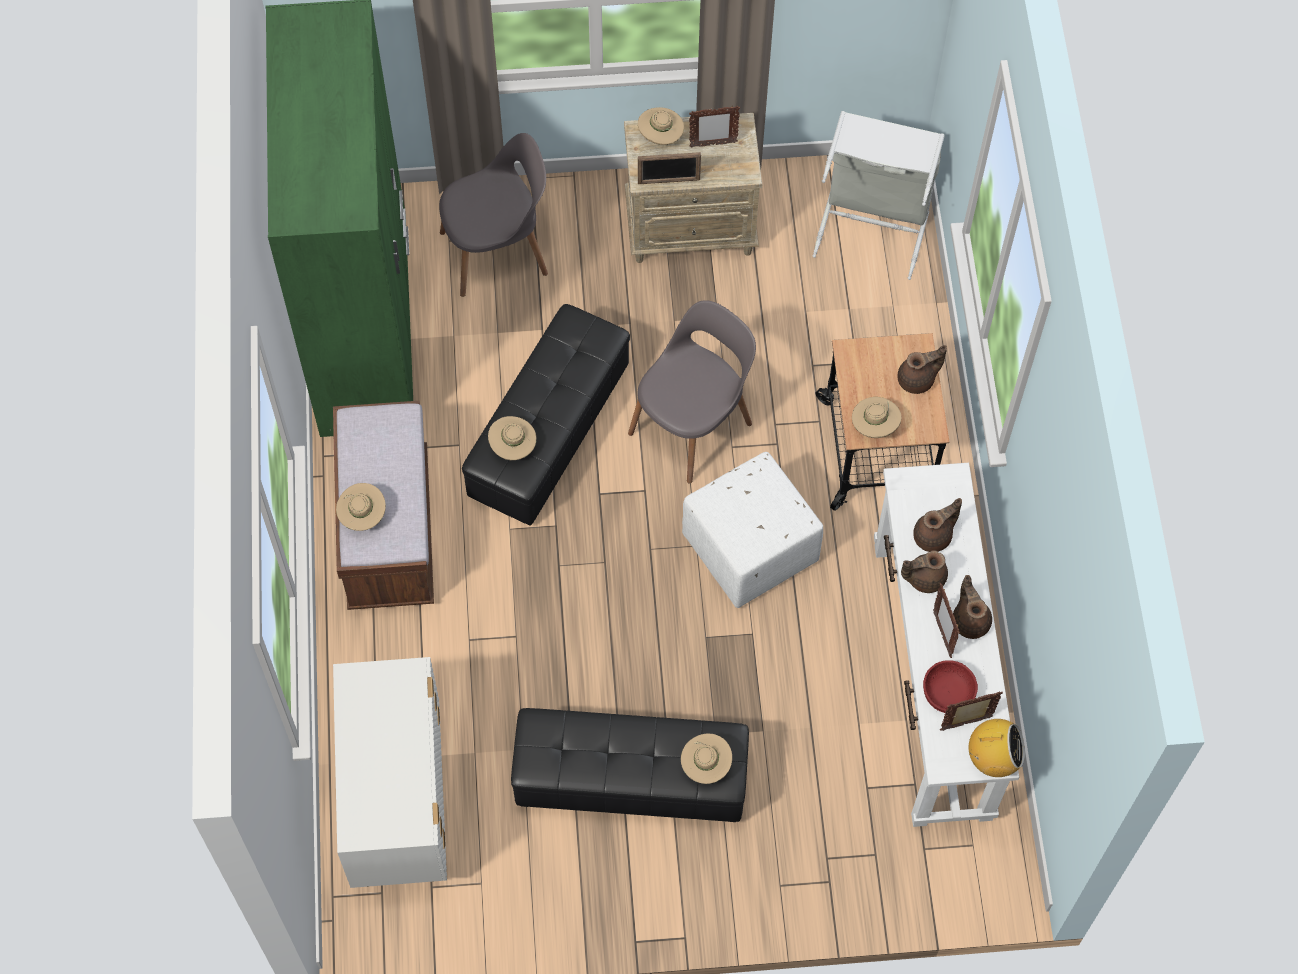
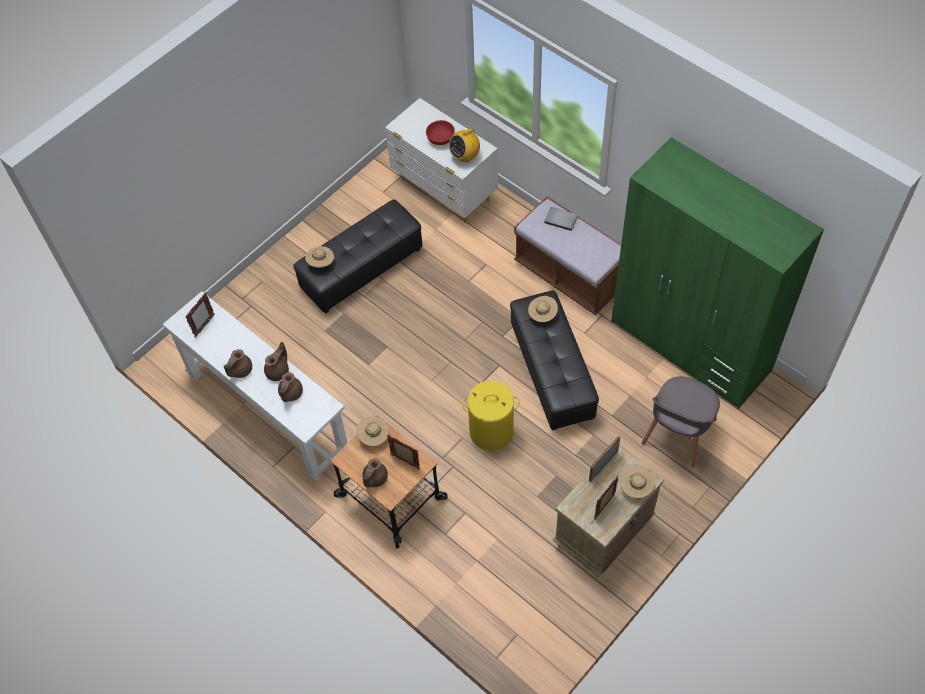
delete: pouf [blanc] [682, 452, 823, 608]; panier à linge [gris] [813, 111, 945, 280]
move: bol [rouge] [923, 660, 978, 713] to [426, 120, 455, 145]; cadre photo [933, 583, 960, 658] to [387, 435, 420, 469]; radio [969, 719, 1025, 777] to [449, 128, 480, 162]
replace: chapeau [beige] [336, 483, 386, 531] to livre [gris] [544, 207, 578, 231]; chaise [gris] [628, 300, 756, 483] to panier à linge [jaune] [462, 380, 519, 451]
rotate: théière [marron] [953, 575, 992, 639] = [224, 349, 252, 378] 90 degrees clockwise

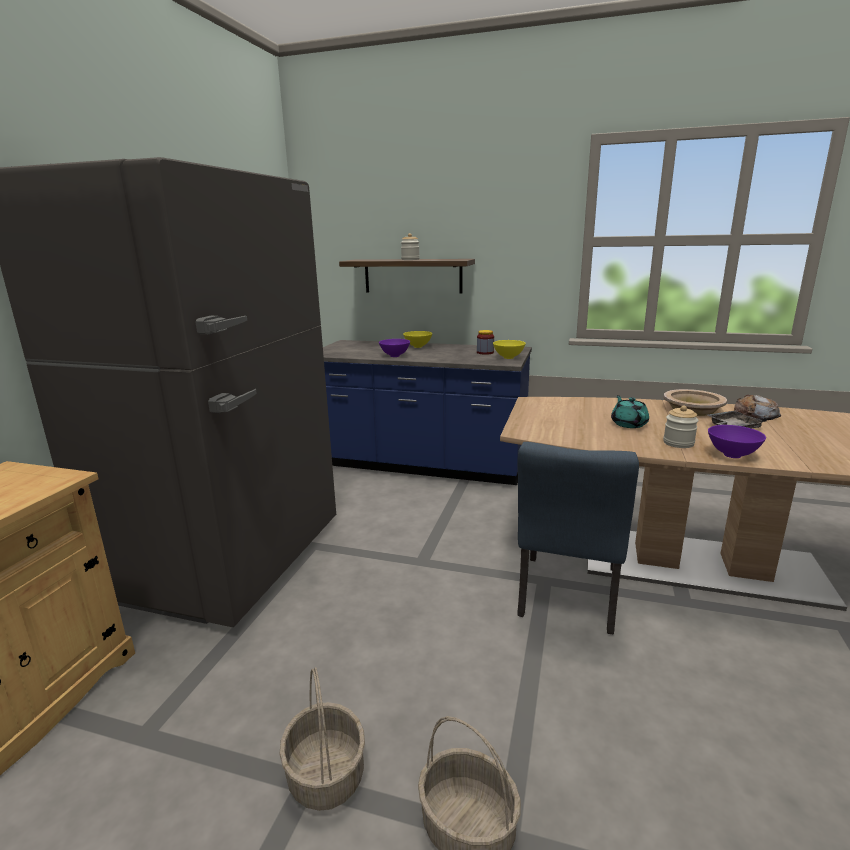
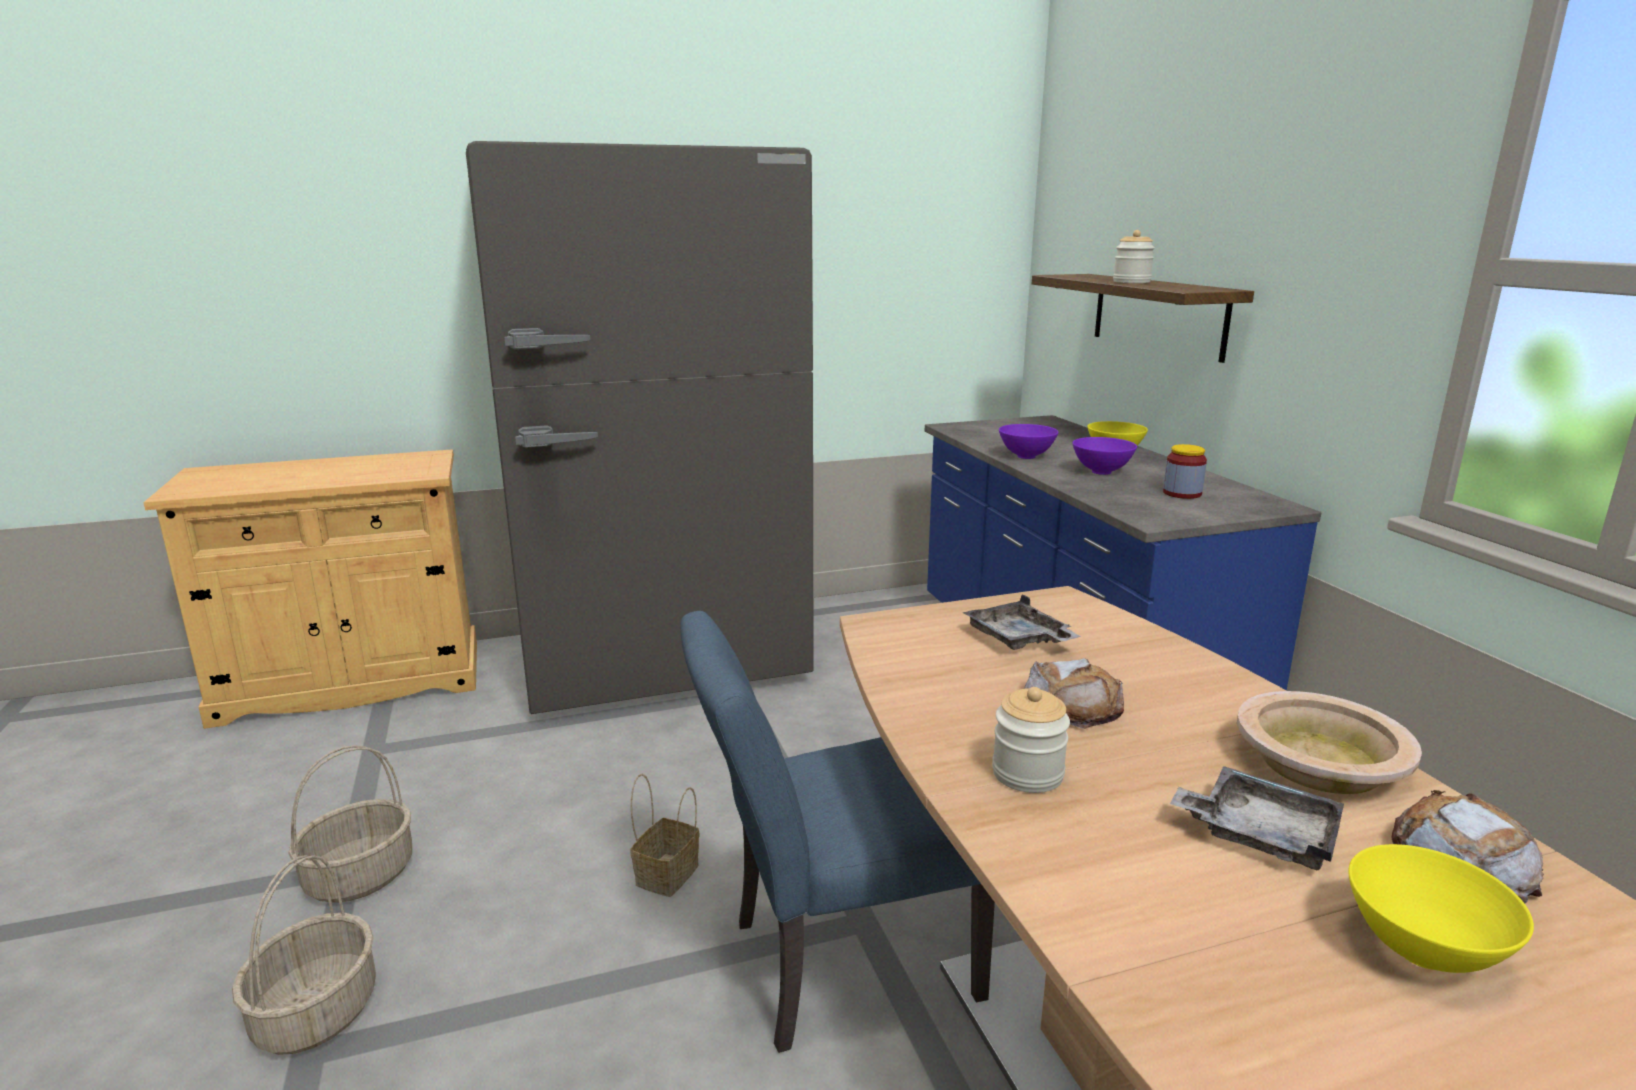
insert: panier [631, 774, 699, 897]; plateau [gris] [962, 594, 1081, 650]
move: bol [jaune] [493, 340, 526, 359] to [1348, 844, 1534, 973]; bol [violet] [708, 425, 766, 458] to [1072, 437, 1137, 475]
replace: théière [turquoise] [611, 395, 649, 428] to pain [1024, 658, 1124, 729]

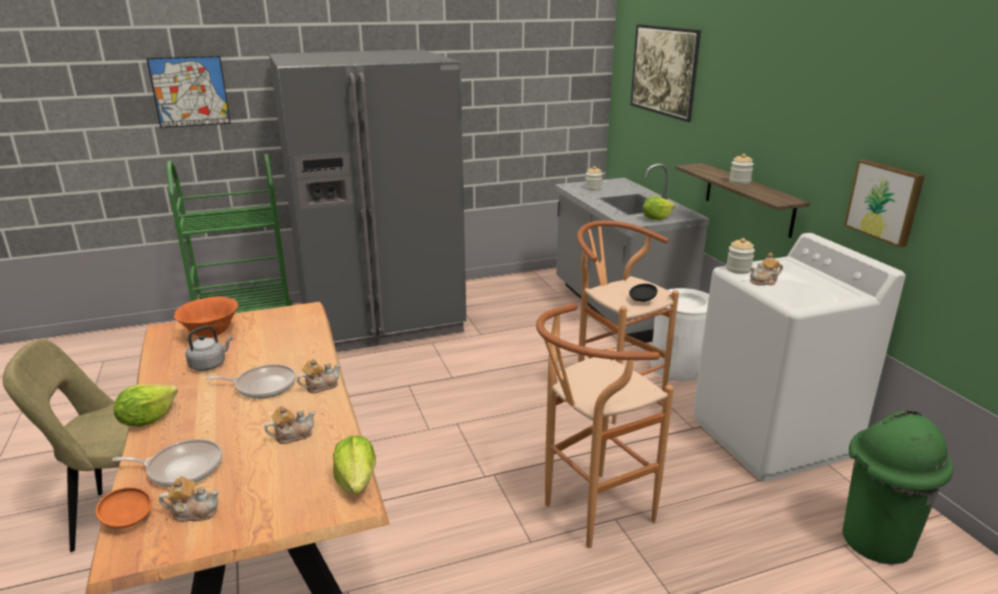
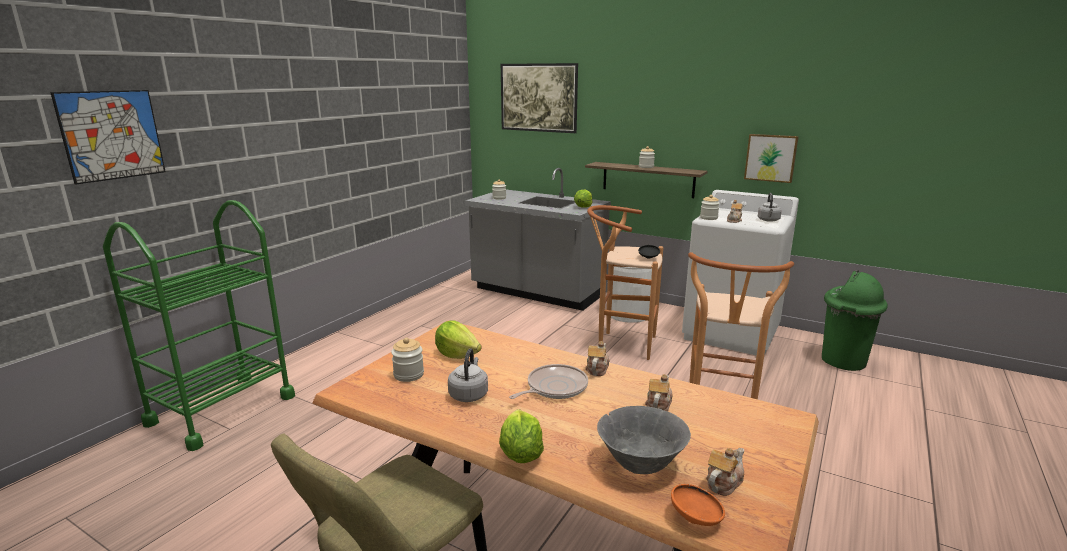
delete: réfrigérateur [gris] [269, 49, 466, 352]
insert: bouilloire [gris] [758, 193, 782, 222]
move: laitue [333, 436, 376, 494] to [435, 320, 482, 359]
replace: poêle [112, 439, 222, 487] to bol [gris] [597, 406, 691, 474]; bol [orange] [174, 297, 238, 338] to bocal [391, 338, 424, 382]

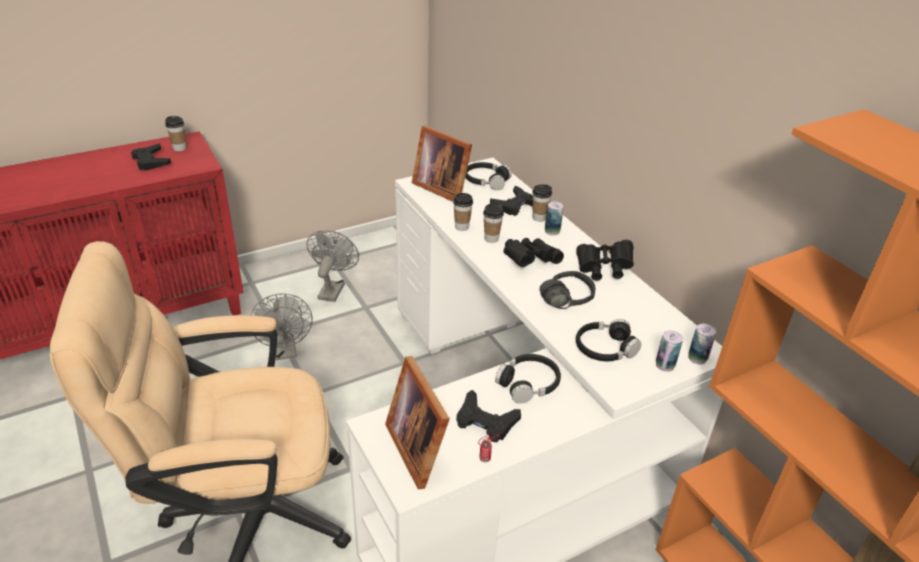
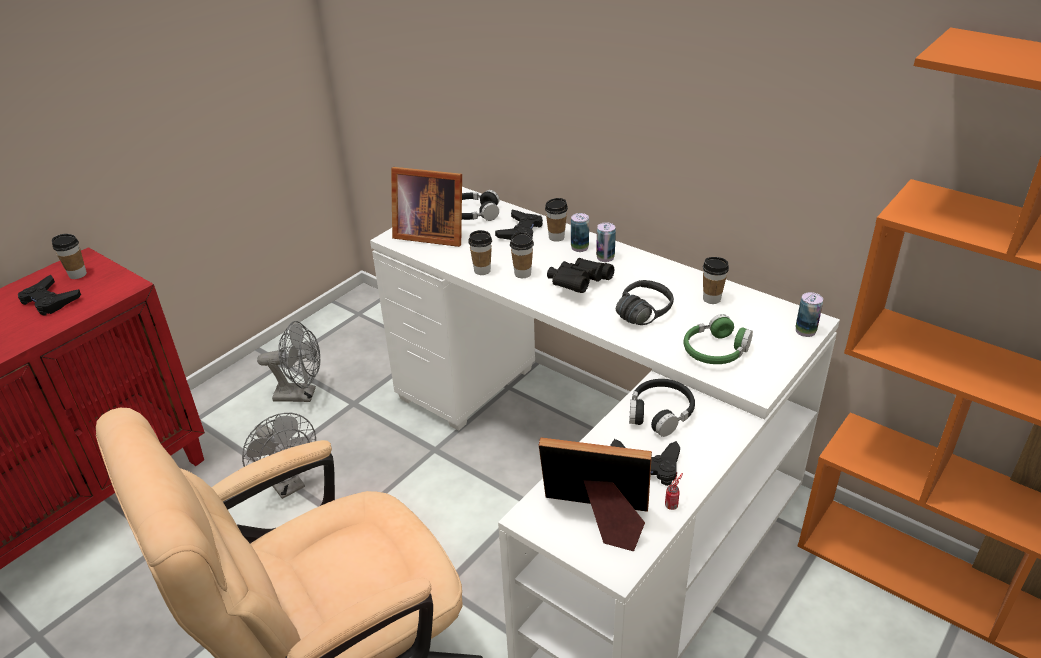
delete: jumelles [noir] [576, 240, 634, 281]
insert: tasse [703, 257, 729, 304]
move: boîte métallique [656, 330, 683, 372] to [596, 222, 616, 262]
recolor: casque audio [noir] [576, 319, 642, 361] to casque audio [vert] [684, 314, 753, 364]
rotate: ventilateur [gris] [306, 230, 359, 302] = [257, 321, 320, 402] 105 degrees clockwise; cadre photo [385, 356, 450, 490] = [539, 437, 652, 551] 150 degrees clockwise

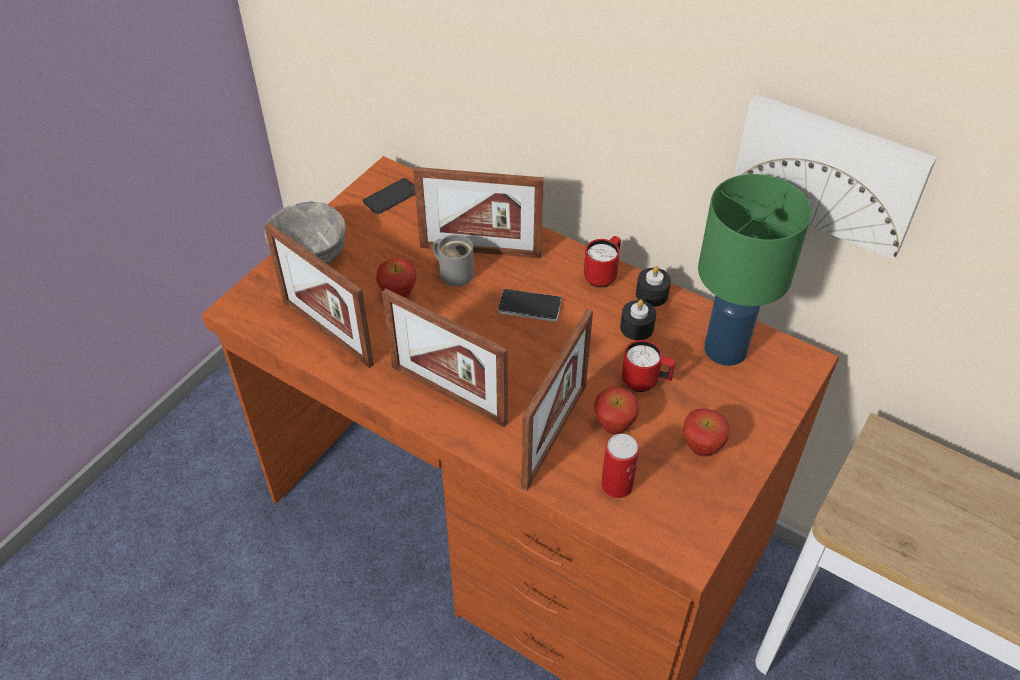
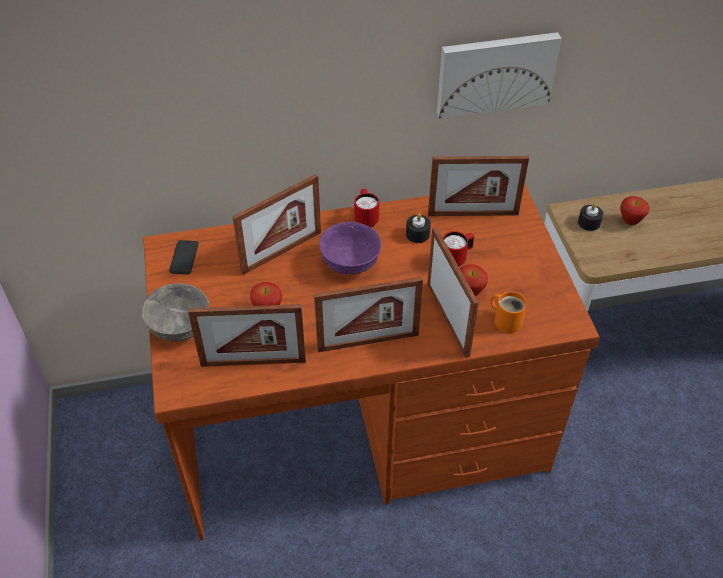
delete: mug [gris] [433, 234, 474, 286]
move: bougie [noir] [636, 266, 671, 307] to [578, 203, 603, 231]; pomme [683, 409, 730, 457] to [620, 196, 650, 225]
replace: téléphone [498, 289, 562, 322] to bol [violet] [319, 222, 381, 274]; boîte métallique [601, 434, 639, 498] to mug [orange] [491, 291, 527, 333]; lampe de table [vert] [698, 174, 812, 366] to cadre photo [428, 156, 529, 216]

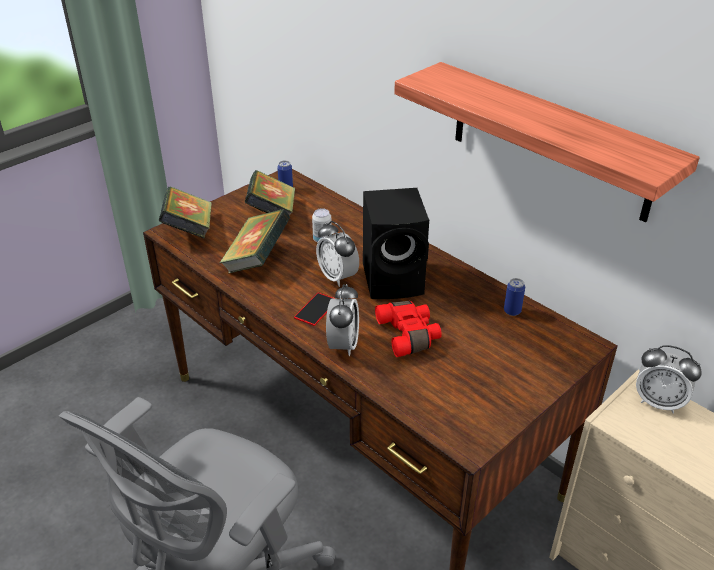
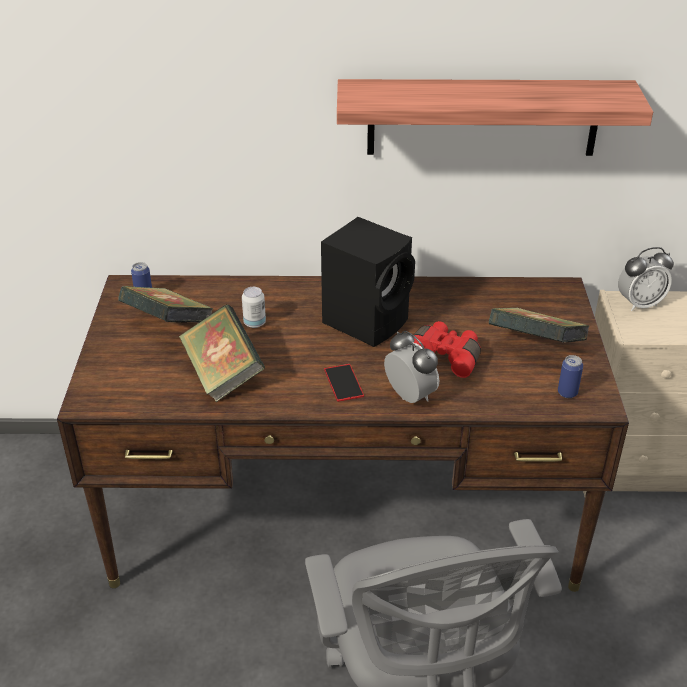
delete: réveil [316, 221, 359, 287]
move: livre [159, 187, 212, 239] to [489, 307, 590, 343]; boîte métallique [504, 278, 525, 316] to [558, 355, 583, 398]

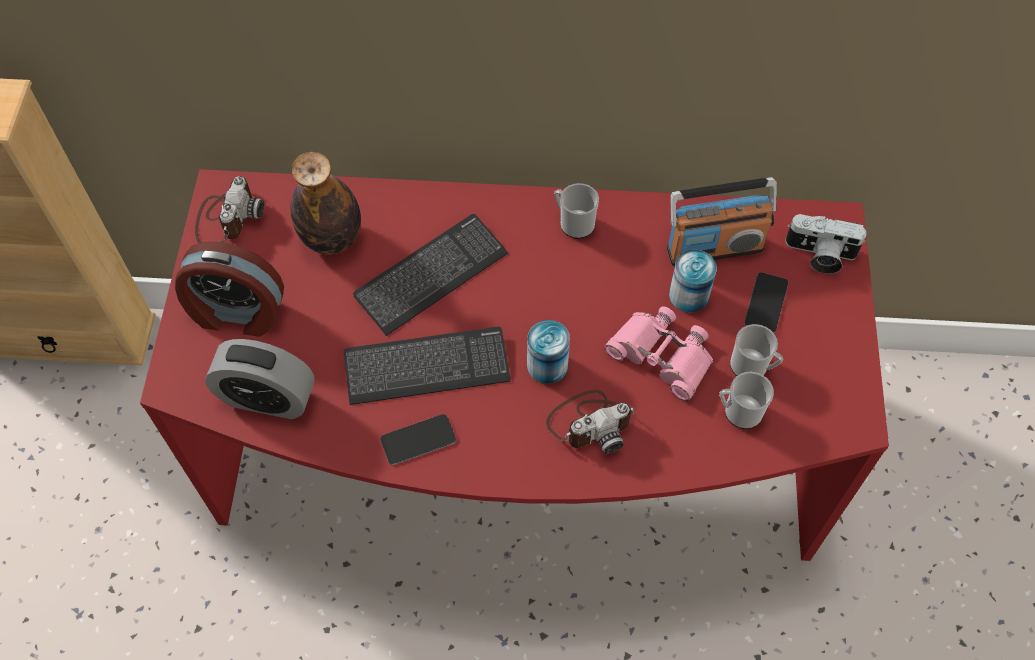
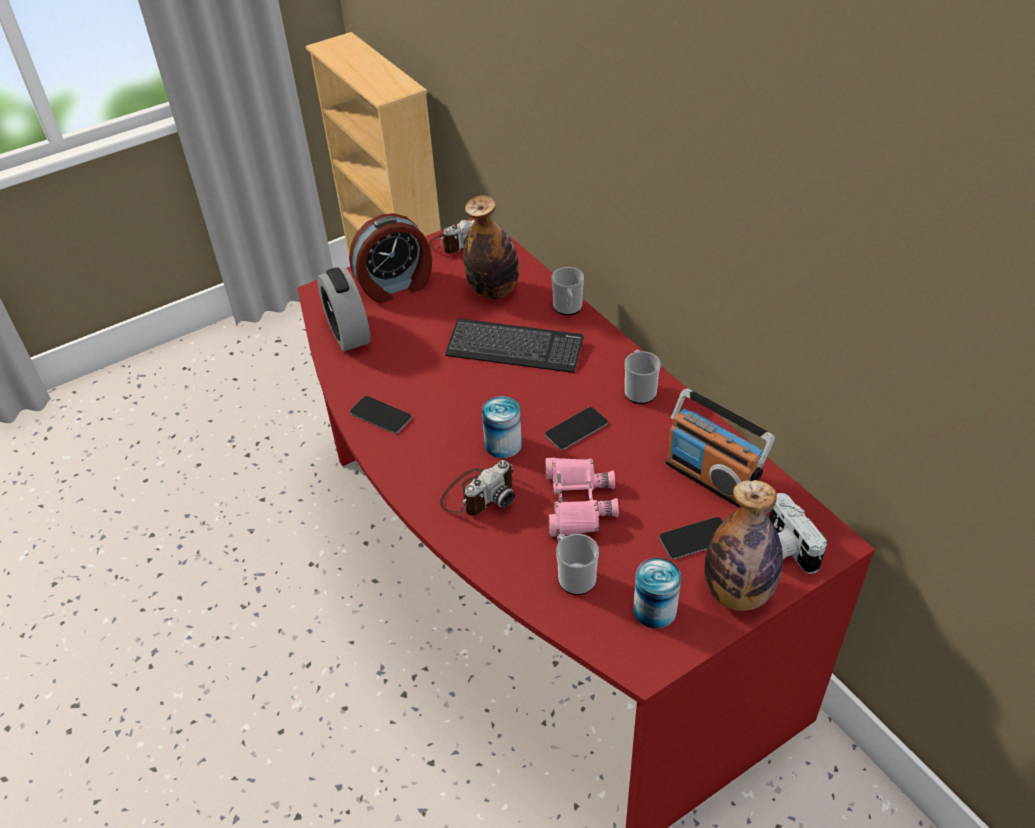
delete: clavier [344, 327, 511, 405]
insert: téléphone [545, 407, 608, 450]; bouteille [704, 480, 783, 611]
move: boîte métallique [669, 250, 717, 313] to [633, 558, 681, 629]; mug [730, 324, 783, 376] to [551, 267, 584, 315]
rotate: réveil [175, 242, 284, 337] = [349, 213, 432, 303] 90 degrees counterclockwise; appareil photo [546, 390, 635, 454] = [440, 460, 515, 516] 75 degrees counterclockwise

